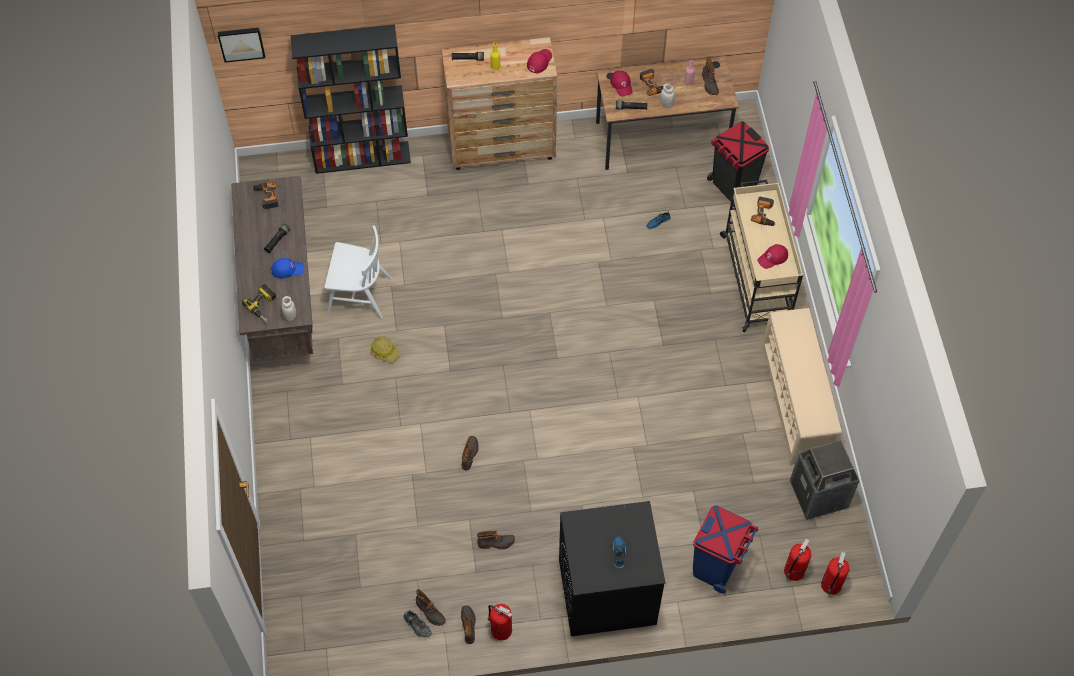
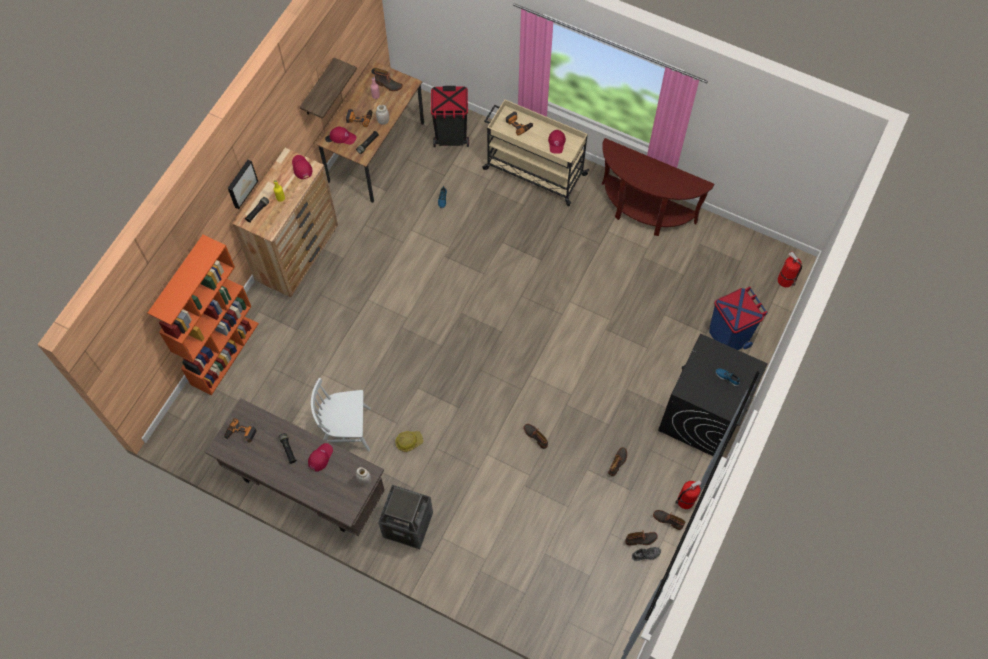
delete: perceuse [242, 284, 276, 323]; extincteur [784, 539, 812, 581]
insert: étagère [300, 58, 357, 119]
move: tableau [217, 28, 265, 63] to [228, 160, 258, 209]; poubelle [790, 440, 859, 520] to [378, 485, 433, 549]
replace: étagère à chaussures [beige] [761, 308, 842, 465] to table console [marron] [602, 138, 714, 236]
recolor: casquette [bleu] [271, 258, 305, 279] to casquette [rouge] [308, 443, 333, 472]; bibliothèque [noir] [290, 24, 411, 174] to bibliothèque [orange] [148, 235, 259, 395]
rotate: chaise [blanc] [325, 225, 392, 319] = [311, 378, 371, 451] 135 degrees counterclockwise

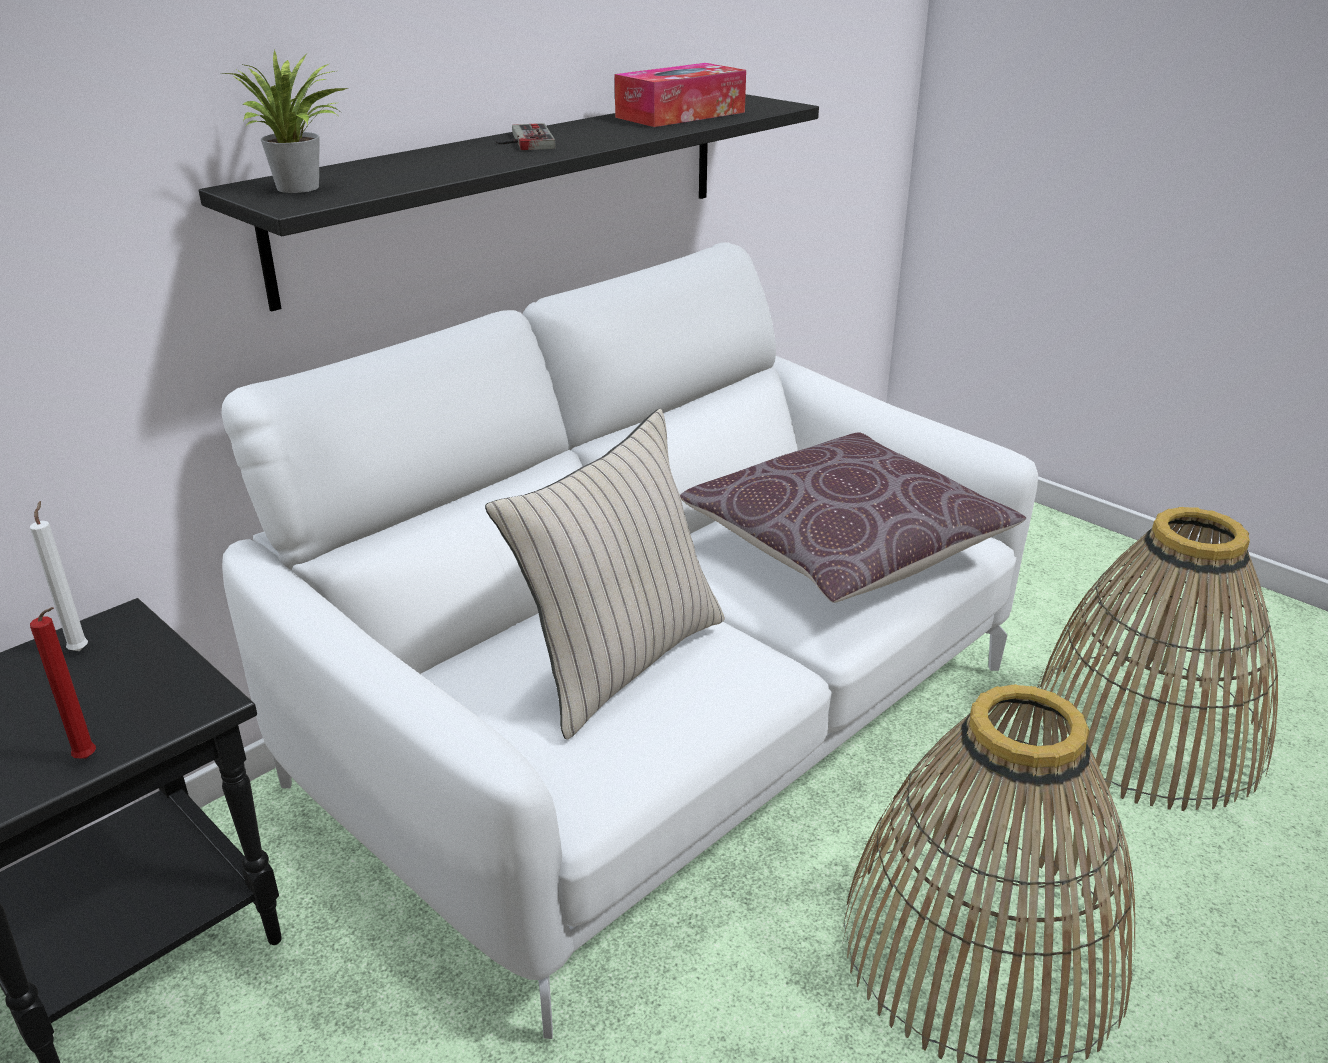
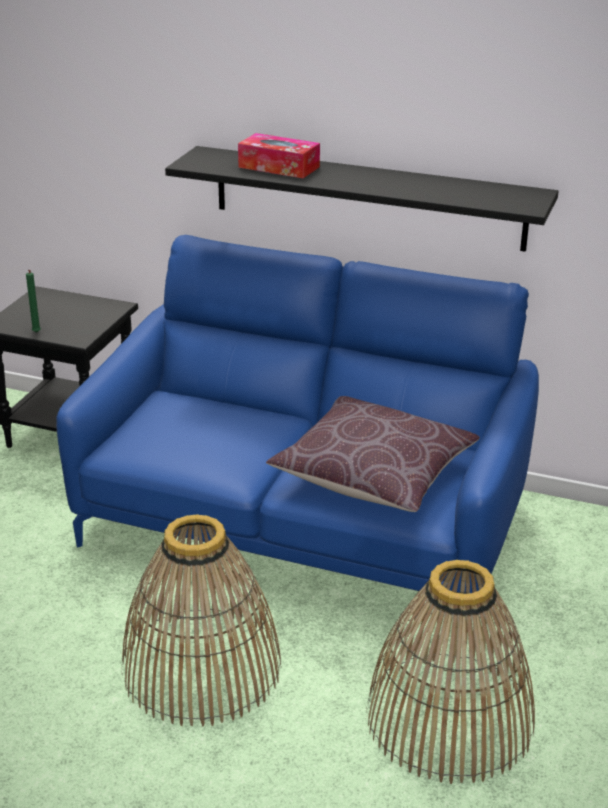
delete: bougie [blanc] [30, 501, 88, 651]; plante en pot [224, 50, 348, 193]; coussin [beige] [485, 409, 725, 740]; manette [496, 123, 556, 150]
move: boîte à mouchoirs [614, 63, 746, 127] to [238, 133, 320, 178]
recolor: bougie [rouge] [30, 607, 96, 759] to bougie [vert] [26, 270, 41, 333]; canapé [blanc] [221, 242, 1038, 1039] to canapé [bleu] [56, 235, 539, 594]

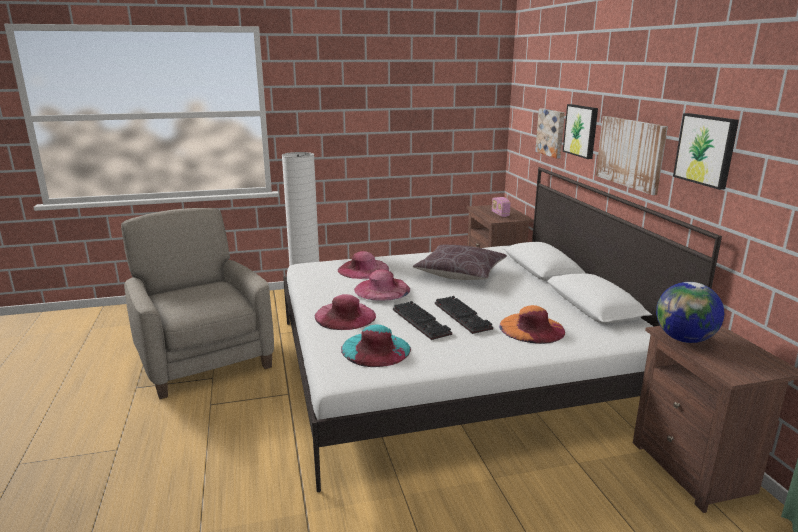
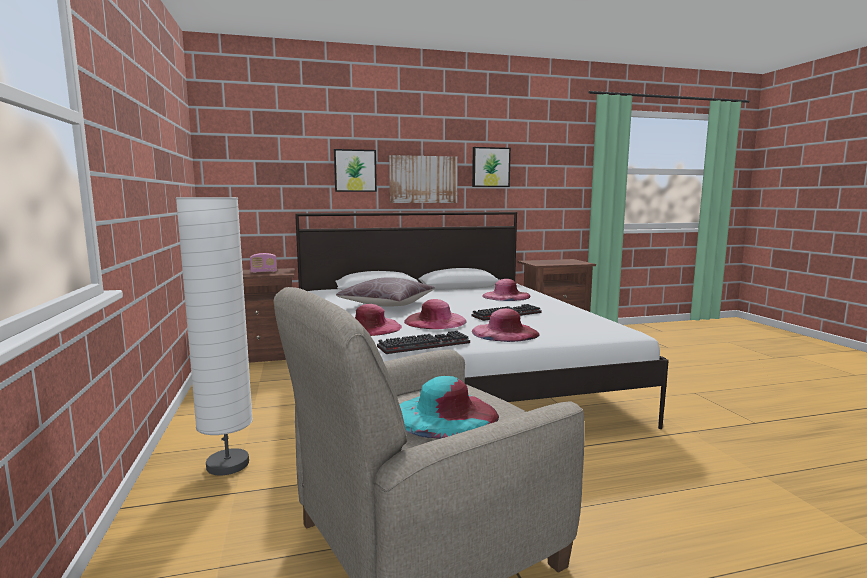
delete: tableau [535, 109, 565, 159]; globe [656, 282, 724, 343]
move: chapeau [turquoise] [341, 325, 411, 367] to [399, 376, 499, 438]; clavier [435, 296, 493, 334] to [377, 331, 470, 354]
recolor: chapeau [orange] [499, 305, 565, 344] to chapeau [rose] [482, 279, 530, 301]

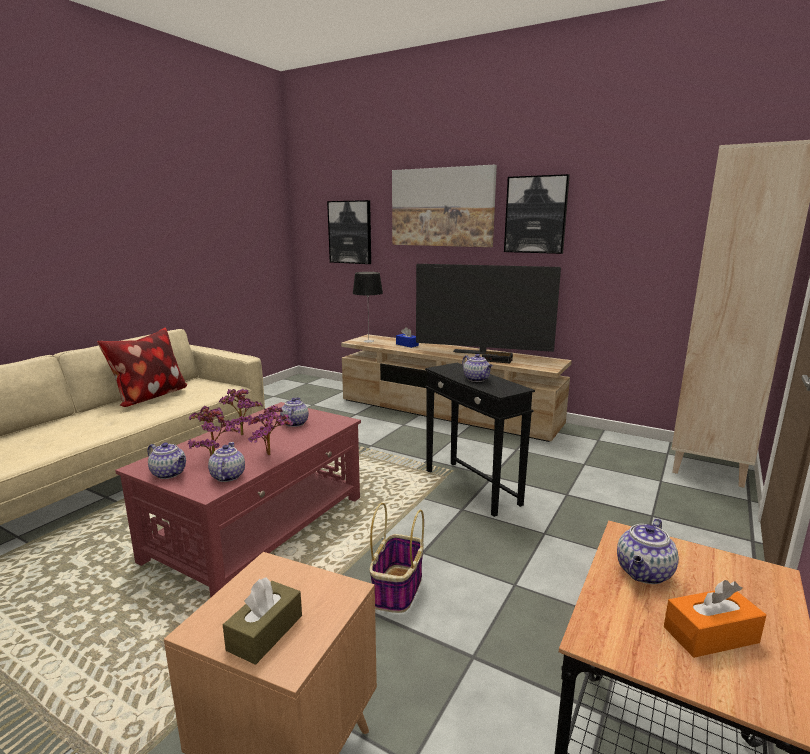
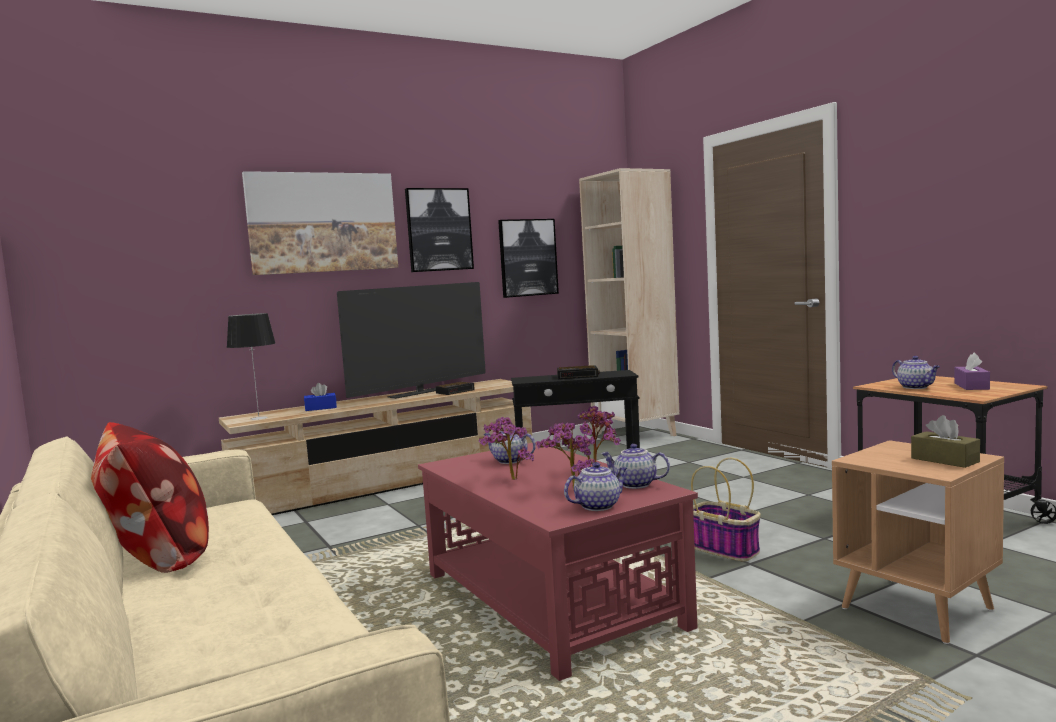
move: tableau [327, 200, 371, 264] to [498, 219, 559, 298]
replace: théière [462, 354, 493, 382] to réveil [557, 365, 600, 379]
recolor: boîte à mouchoirs [orange] [664, 580, 767, 658] to boîte à mouchoirs [violet] [954, 353, 990, 390]

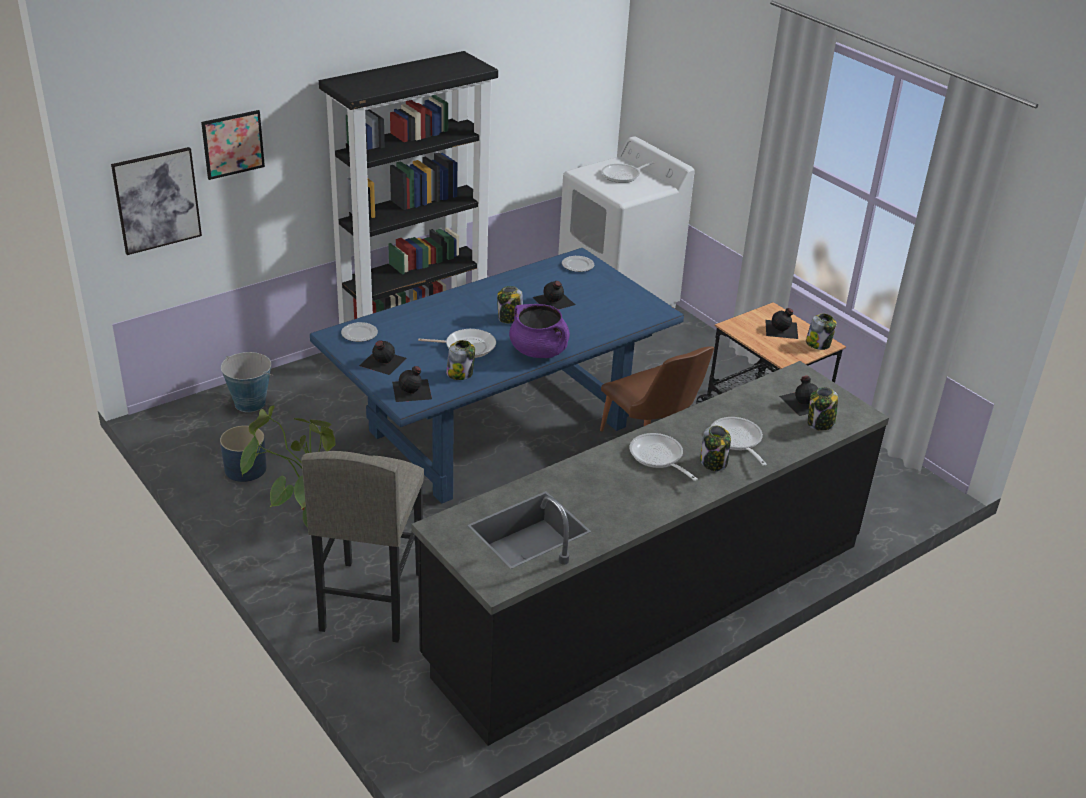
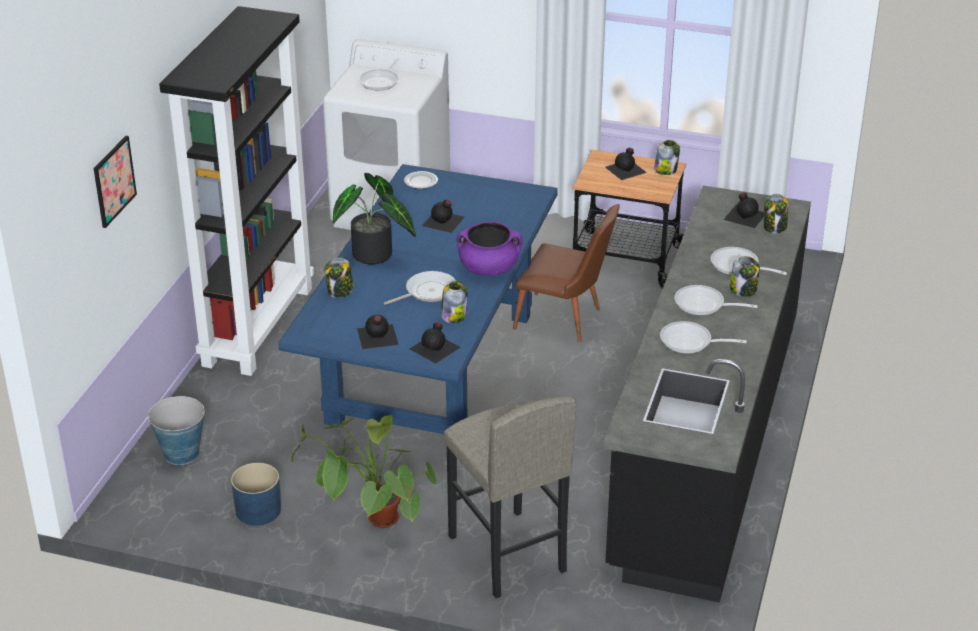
delete: tableau [111, 147, 202, 255]; assiette [341, 322, 378, 342]
insert: plante en pot [333, 173, 416, 264]; poêle [660, 321, 747, 354]
move: bocal [497, 286, 523, 323] to [324, 257, 354, 298]

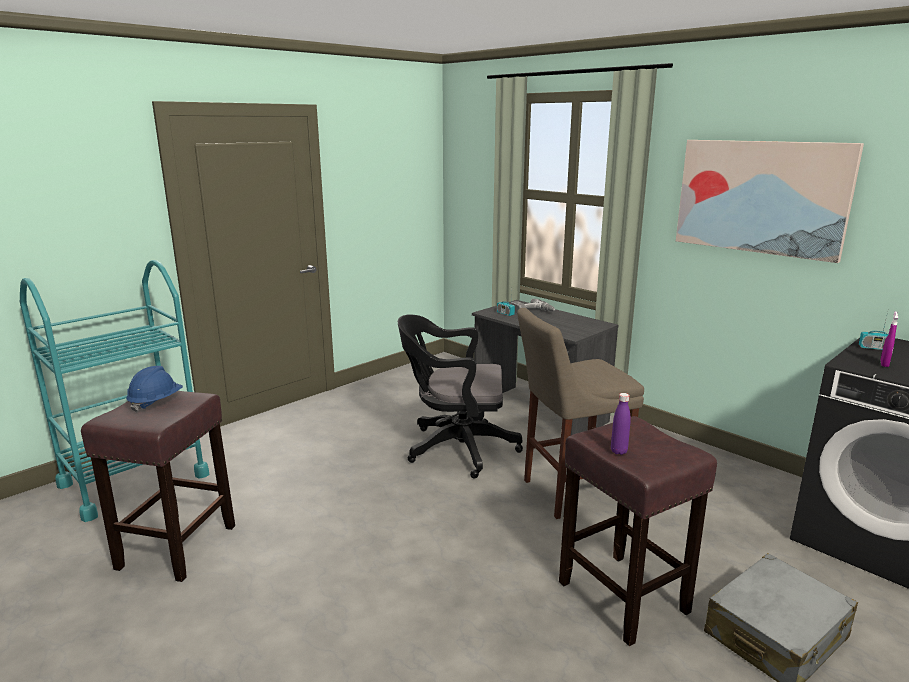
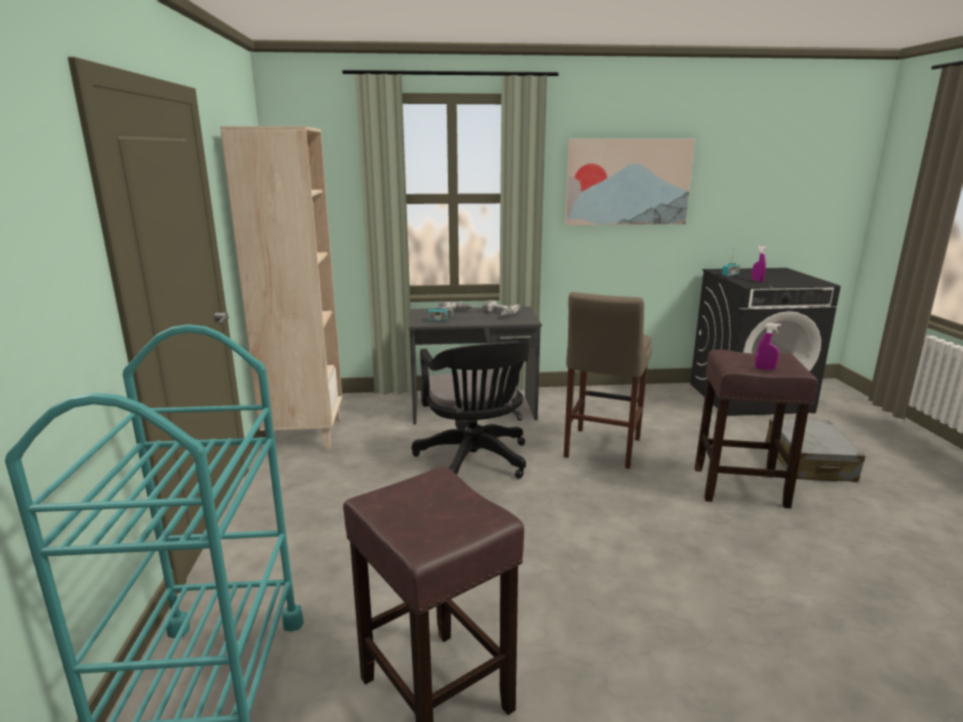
delete: casque de chantier [bleu] [126, 366, 183, 413]
insert: bibliothèque [beige] [220, 126, 342, 450]; perceuse [482, 300, 521, 316]
replace: bouteille [violet] [611, 393, 631, 455] to vaporisateur [violet] [755, 323, 781, 370]
rotate: chaise de bureau [noir] [398, 314, 523, 478] = [412, 340, 530, 479] 60 degrees counterclockwise

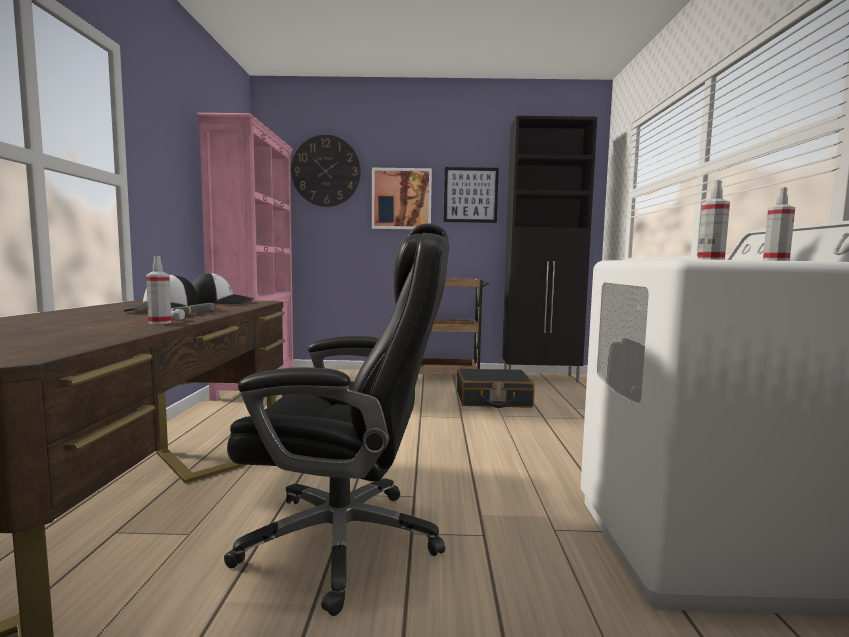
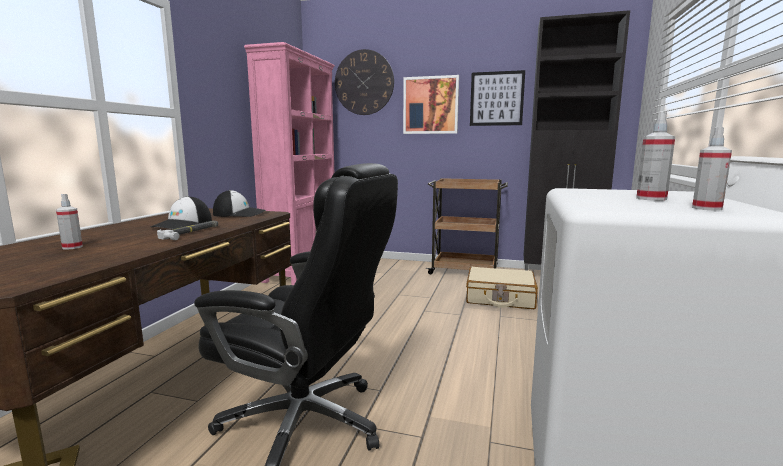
move: vaporisateur [146, 256, 172, 324] to [56, 194, 83, 250]
recolor: valise [noir] [457, 368, 535, 408] to valise [beige] [466, 267, 538, 309]

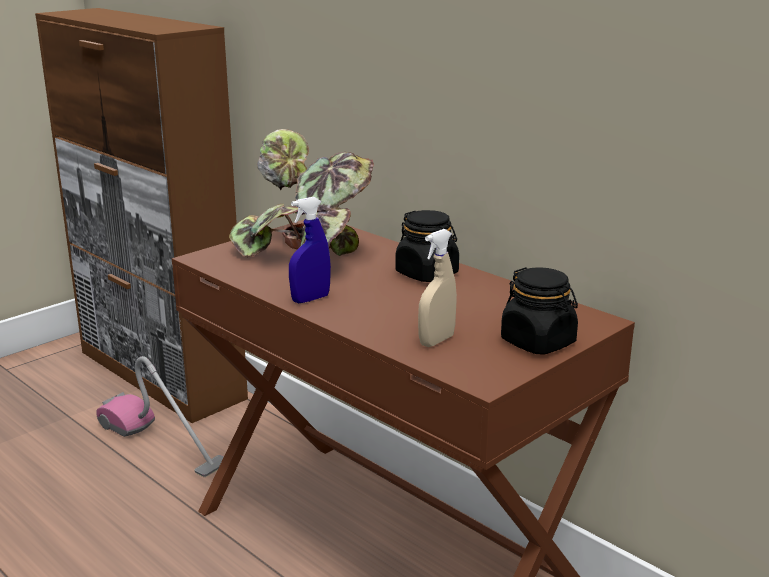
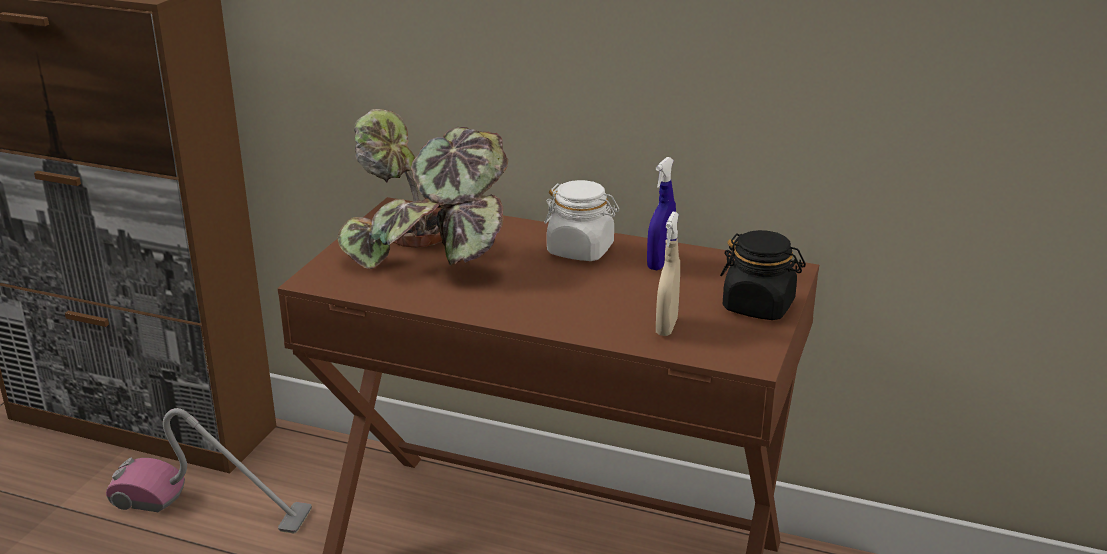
move: vaporisateur [bleu] [289, 197, 331, 303] to [647, 157, 676, 270]
recolor: bocal [noir] [395, 210, 459, 282] to bocal [blanc] [544, 180, 619, 261]

